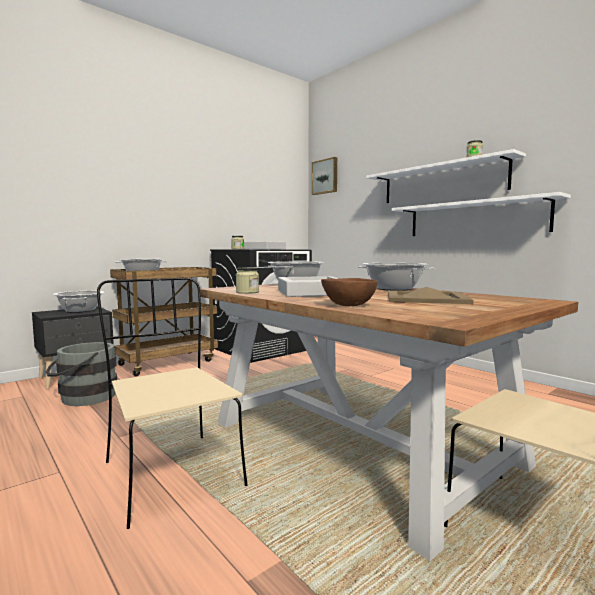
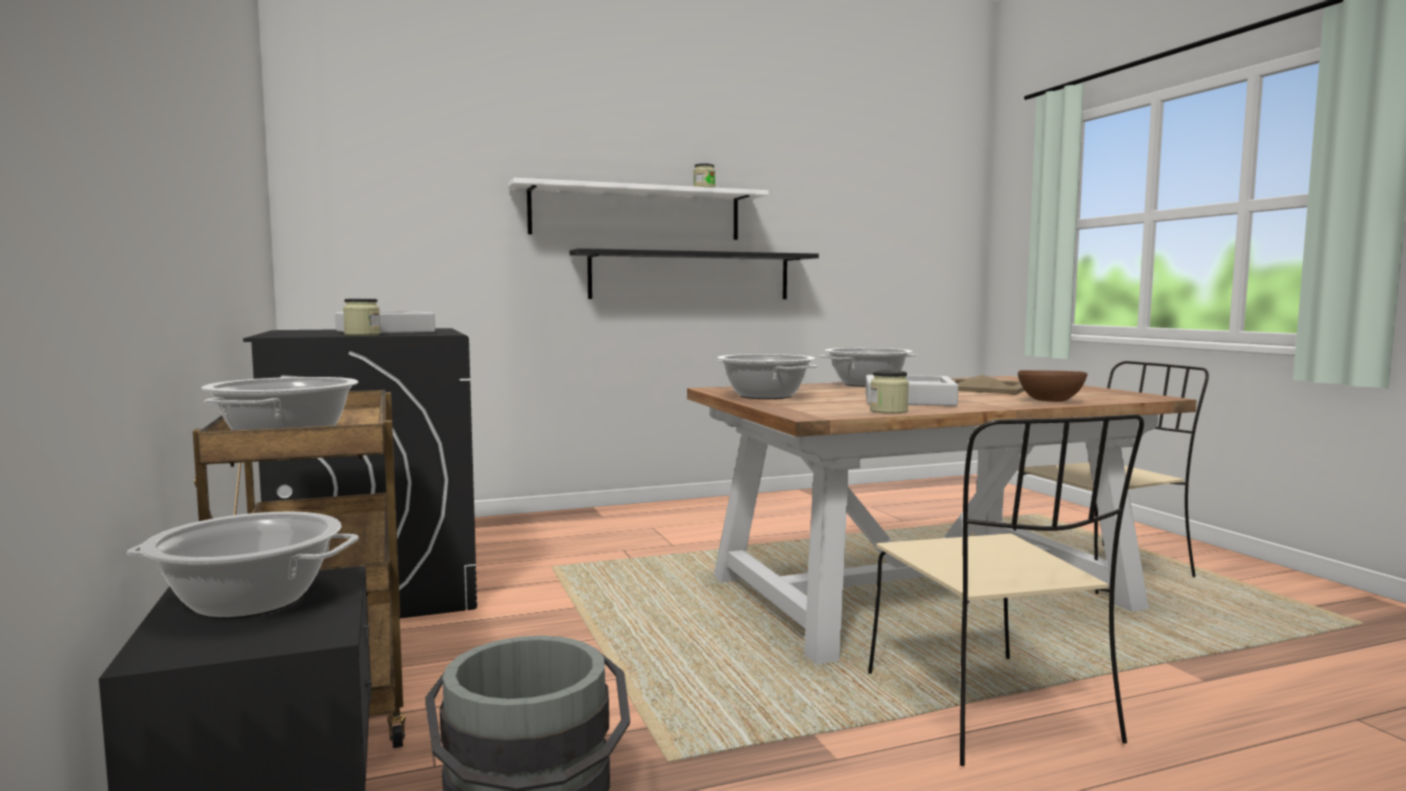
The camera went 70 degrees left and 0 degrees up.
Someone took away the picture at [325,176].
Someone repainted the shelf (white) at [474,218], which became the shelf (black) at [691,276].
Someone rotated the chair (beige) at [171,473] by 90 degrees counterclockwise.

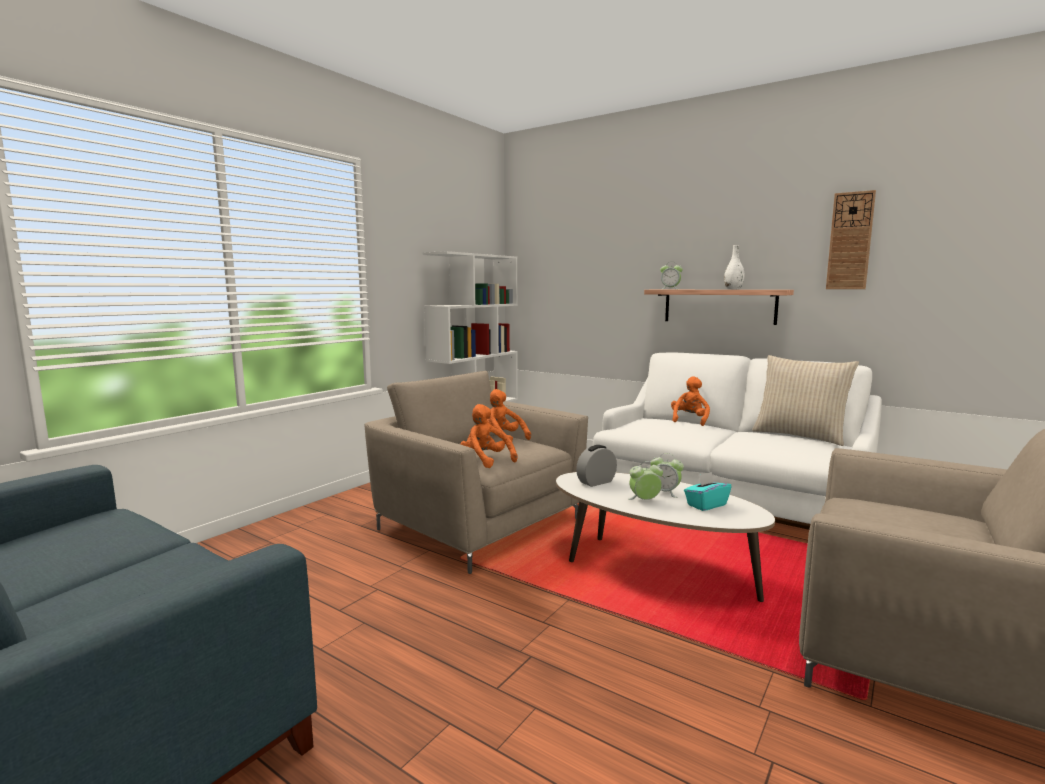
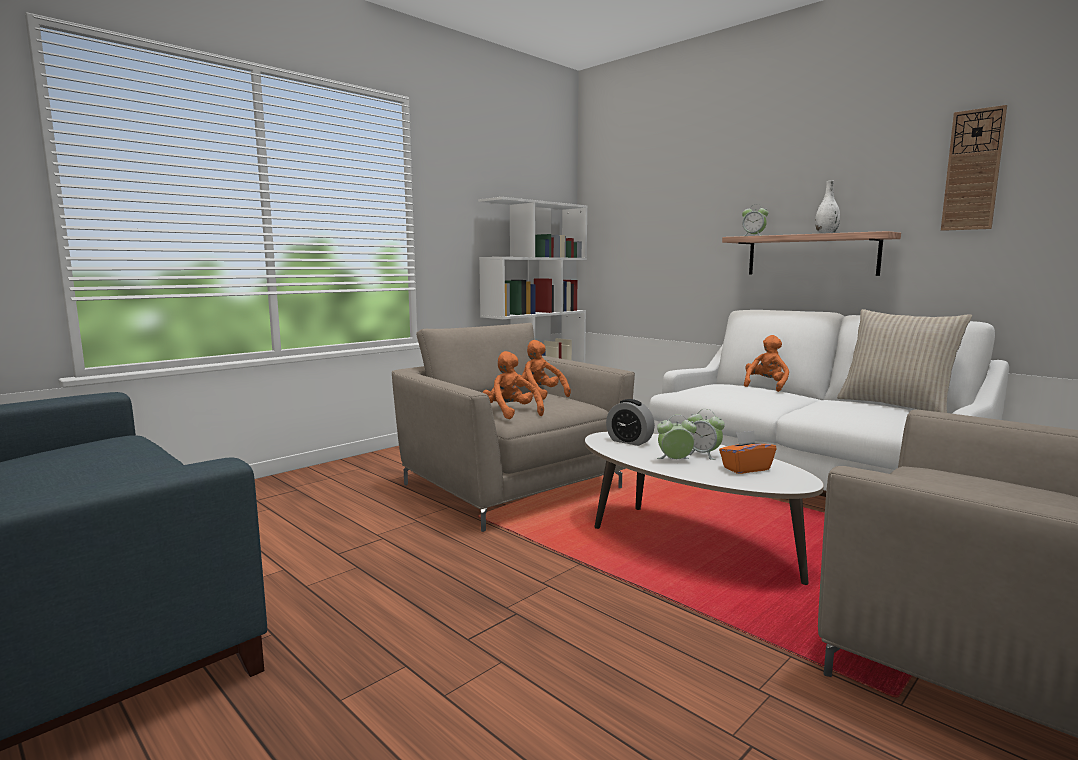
The camera went 10 degrees right and 0 degrees up.
Someone repainted the tissue box (turquoise) at [706,505], which became the tissue box (orange) at [745,468].
Someone rotated the alarm clock at [596,482] by 120 degrees counterclockwise.

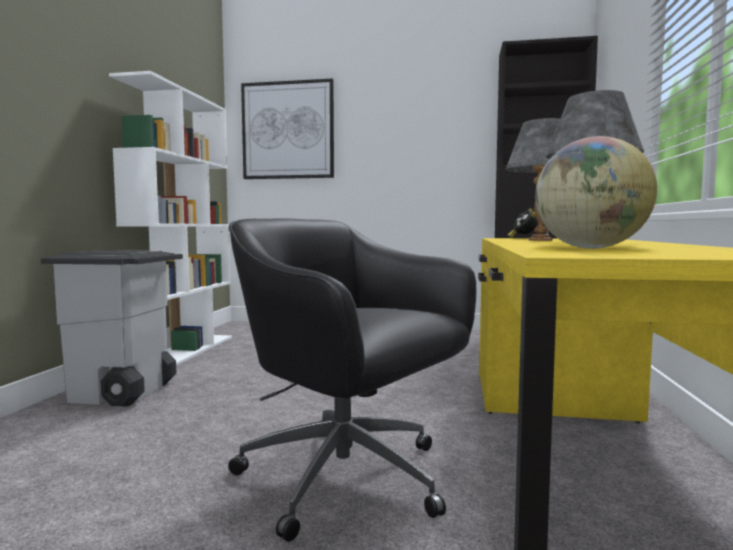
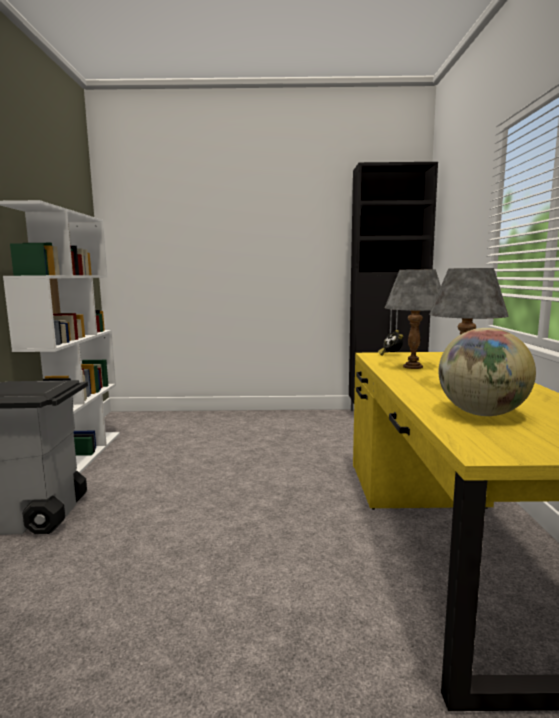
The camera went 10 degrees left and 5 degrees up.
Someone took away the office chair (black) at [349,479].
Someone took away the picture at [288,130].

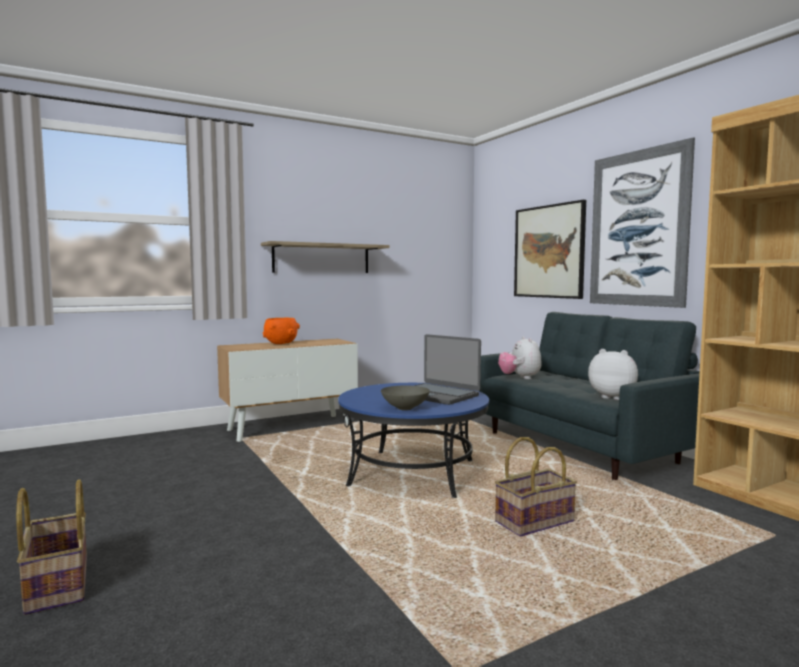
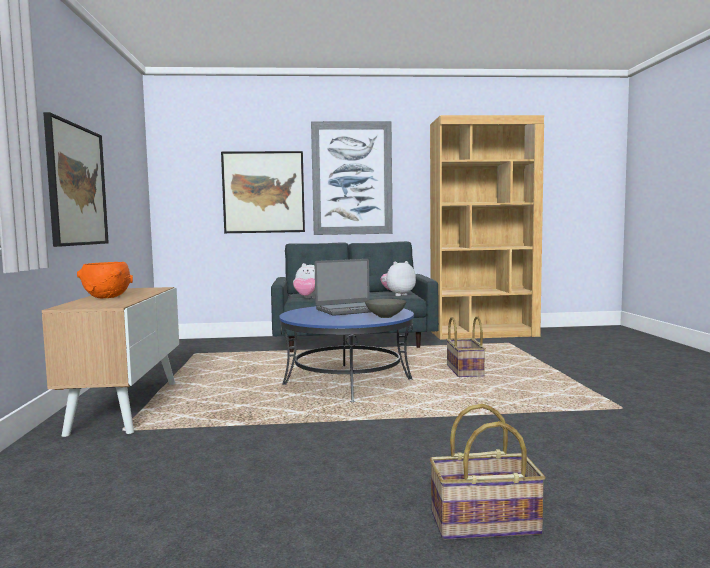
The camera went 65 degrees left and 0 degrees up.
Someone swapped the shelf at [321,258] for the picture at [76,185].

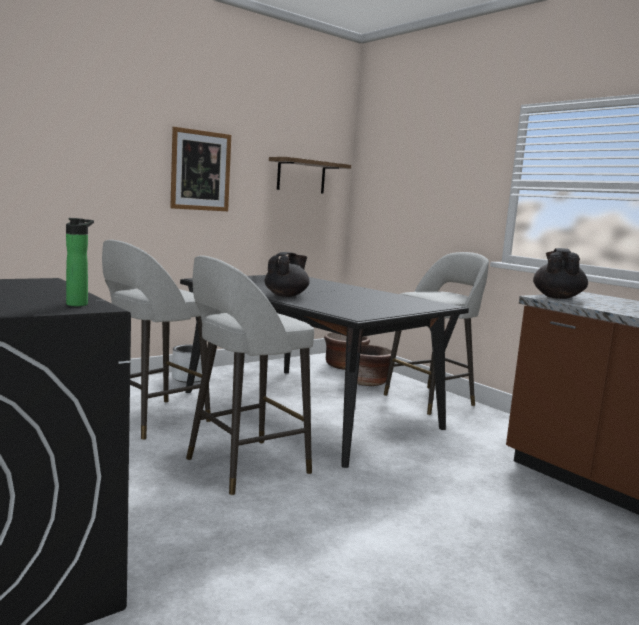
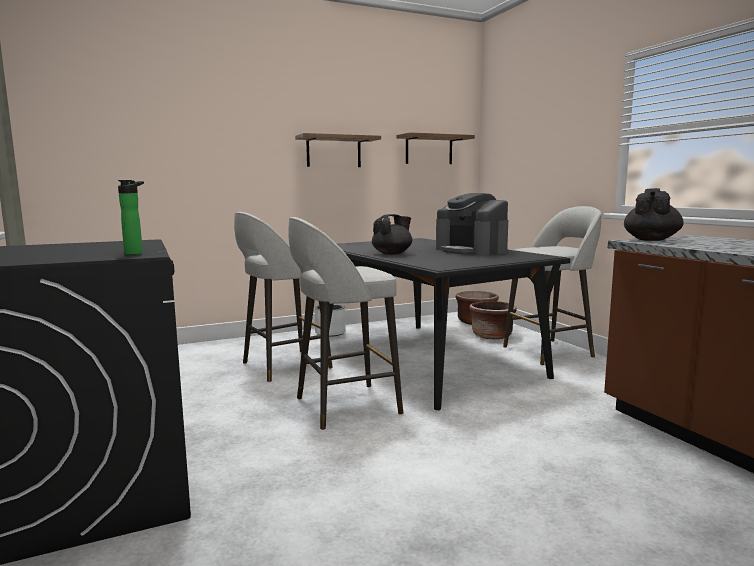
The camera went 15 degrees right and 0 degrees up.
Someone put down the coffee machine at [471,250].
Someone swapped the picture at [200,170] for the shelf at [333,152].

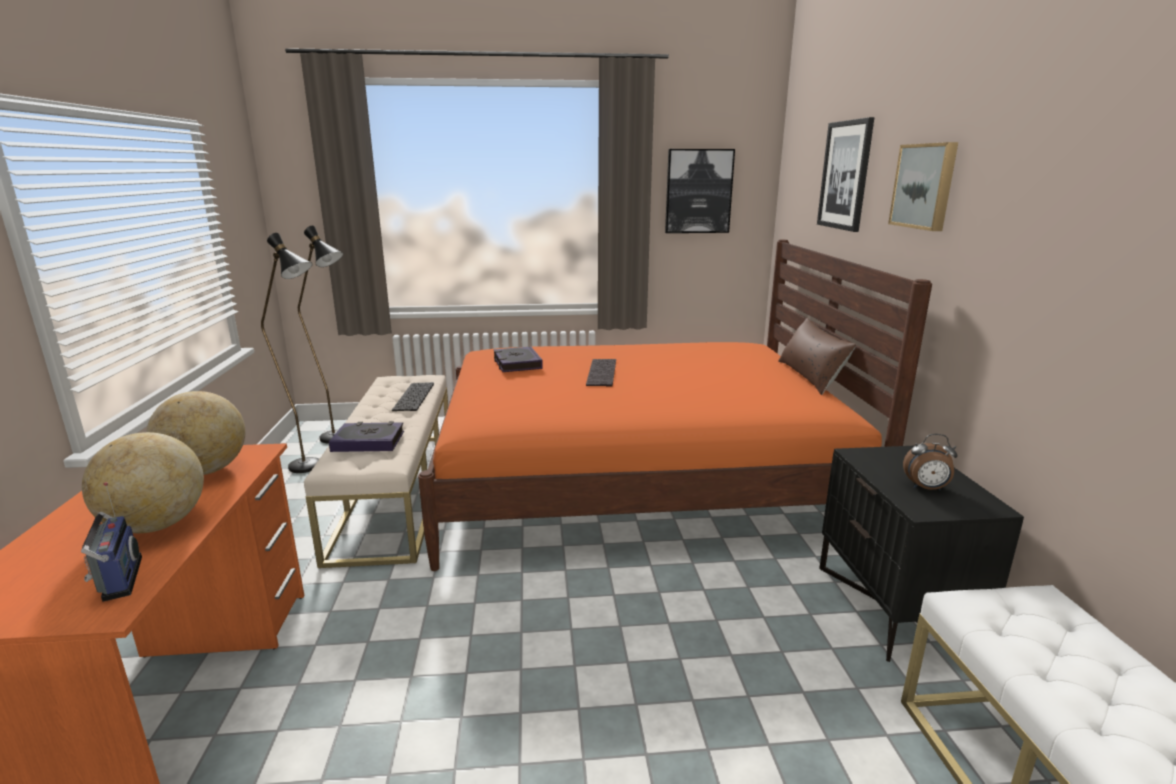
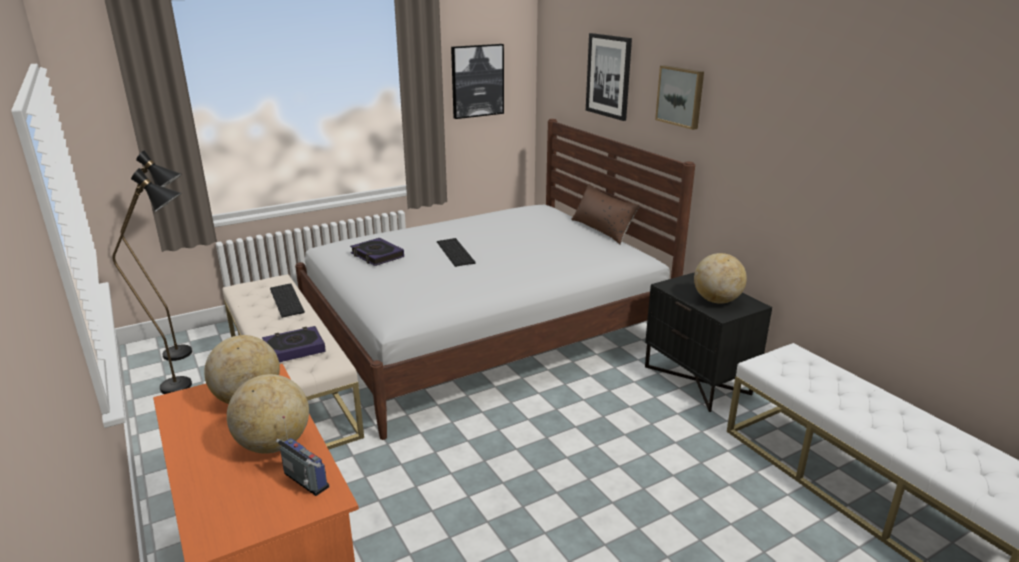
The camera went 25 degrees left and 5 degrees up.
Someone swapped the alarm clock at [926,488] for the globe at [717,300].
Someone repainted the bed (orange) at [635,481], which became the bed (white) at [484,334].

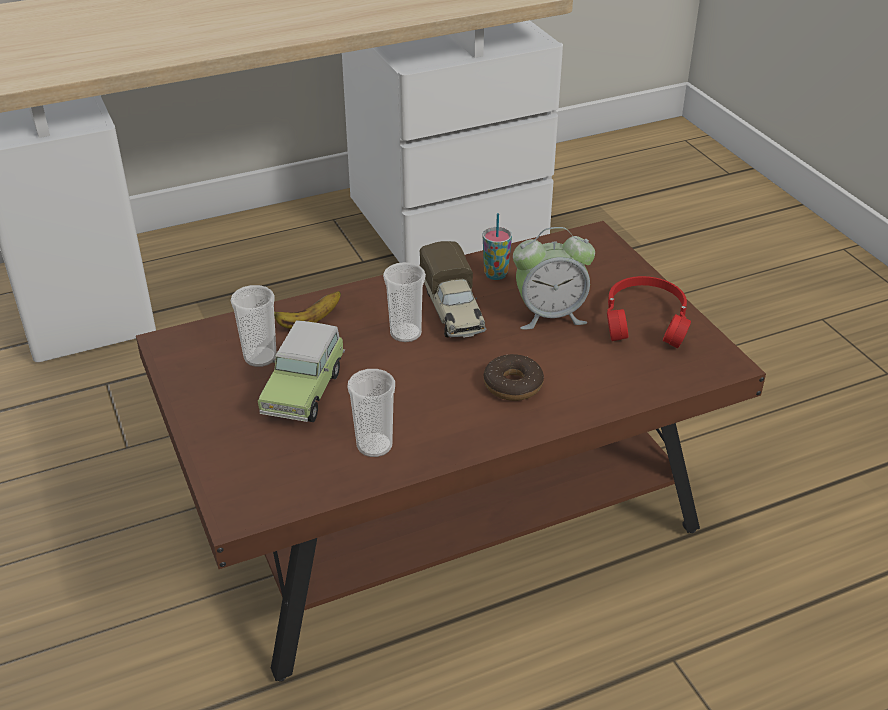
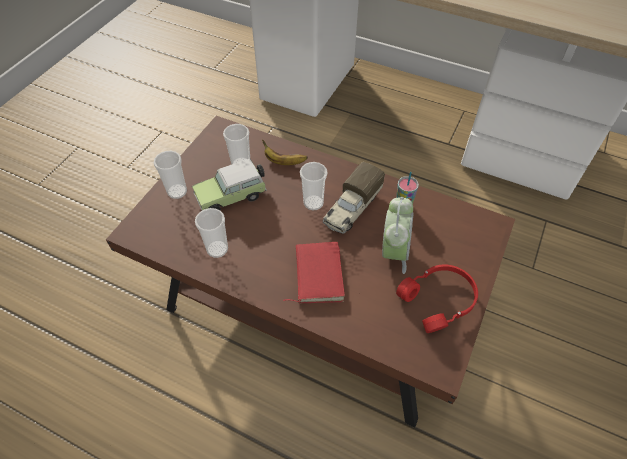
The camera went 50 degrees right and 15 degrees up.
Someone put down the cup at [177,191].
Someone swapped the donut at [513,385] for the book (red) at [316,274].
Someone rotated the alarm clock at [550,315] by 120 degrees counterclockwise.

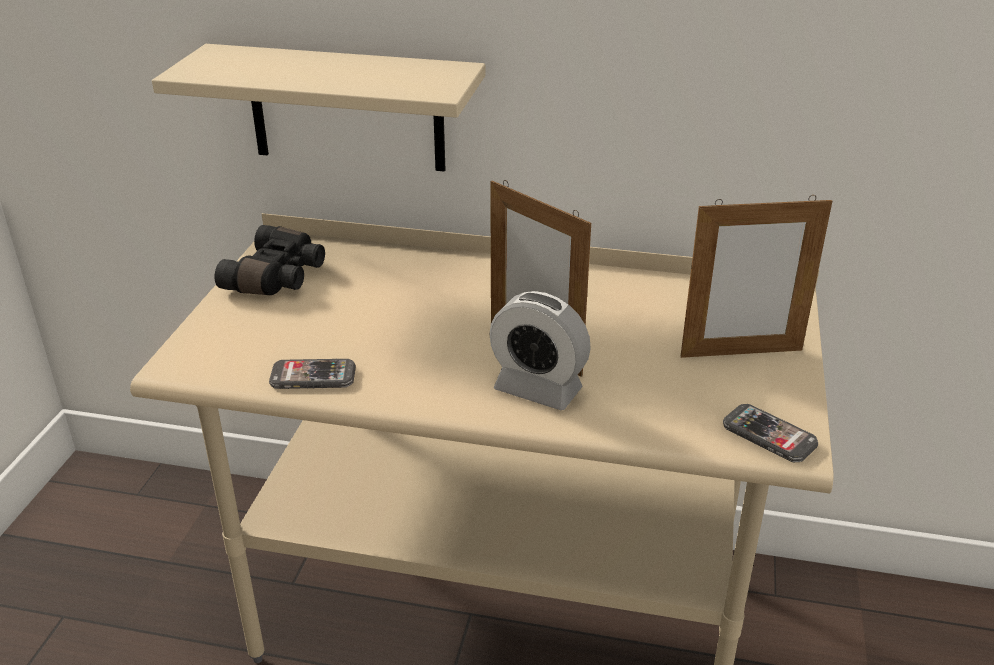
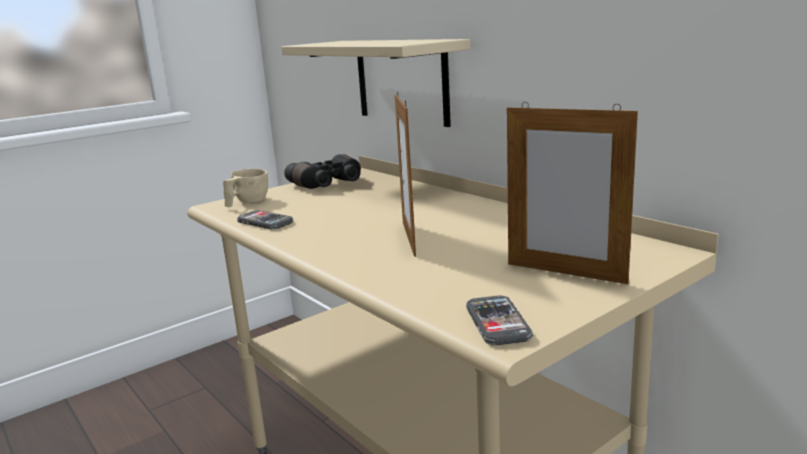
The camera went 40 degrees right and 15 degrees down.
Someone took away the alarm clock at [538,389].
Someone put down the cup (beige) at [246,202].

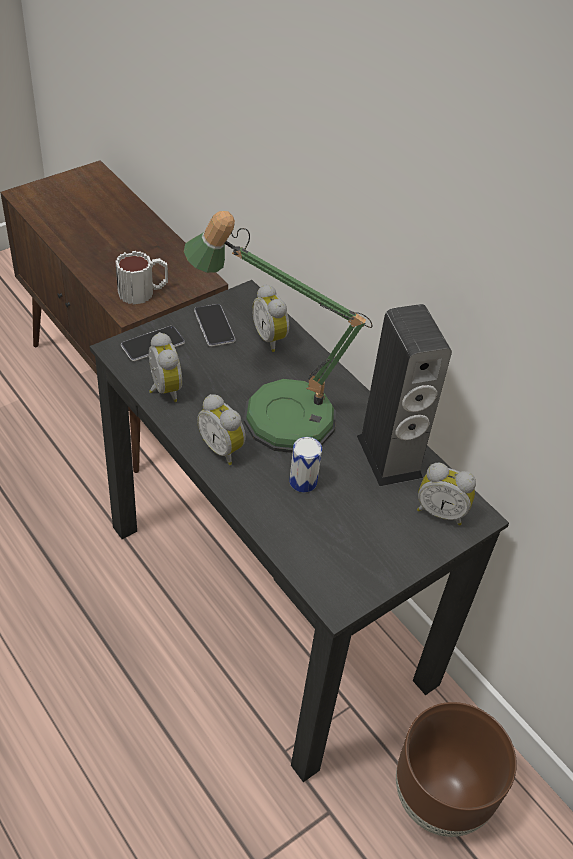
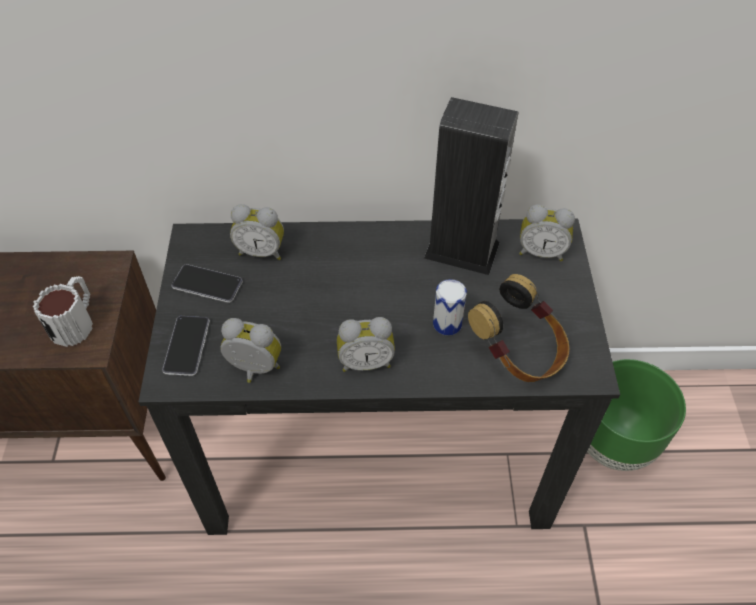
The camera went 50 degrees left and 5 degrees up.
Someone took away the table lamp at [274,410].
Someone put down the headphones at [518,352].
Someone repainted the planter (brown) at [438,799], which became the planter (green) at [614,444].
Someone rotated the alarm clock at [441,511] by 45 degrees clockwise.

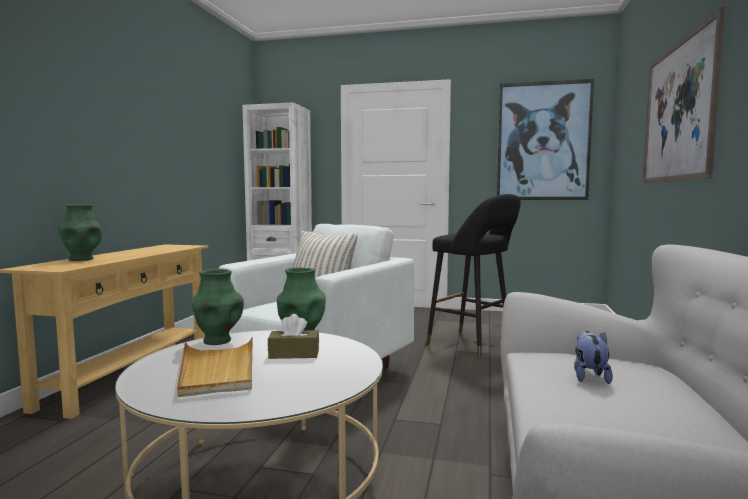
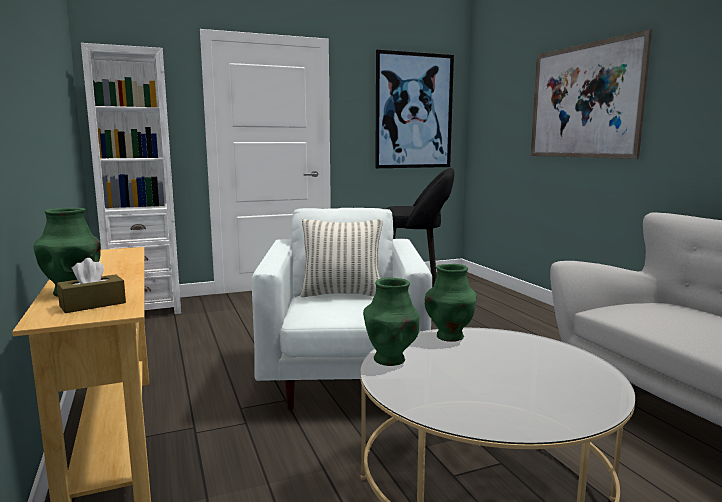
The camera went 35 degrees left and 5 degrees up.
Someone took away the tray (beige) at [217,370].
Someone took away the plush toy at [589,376].
Someone carried the tissue box (brown) from [294,354] to [93,304].

